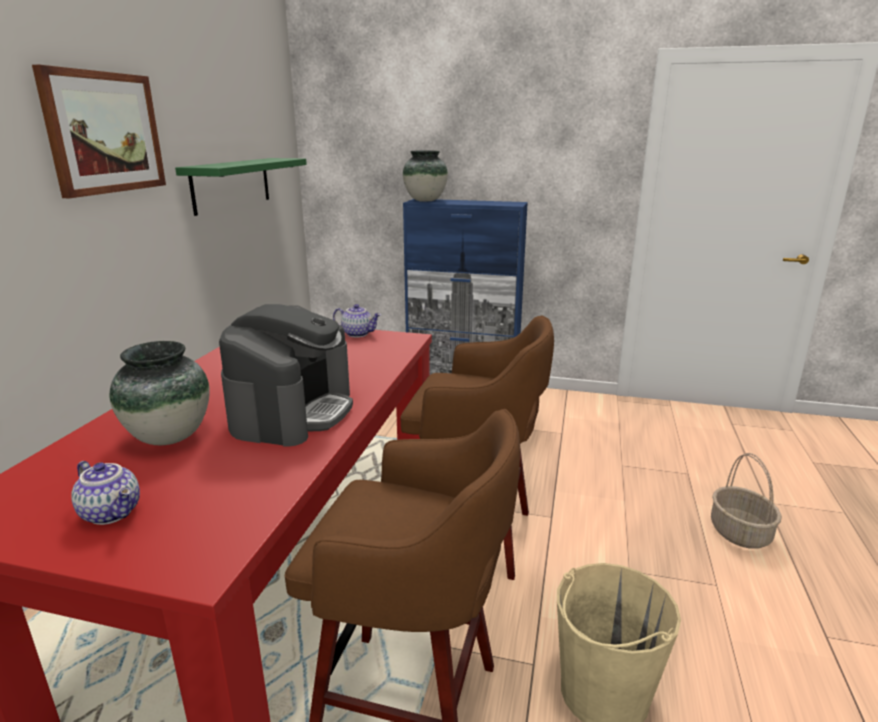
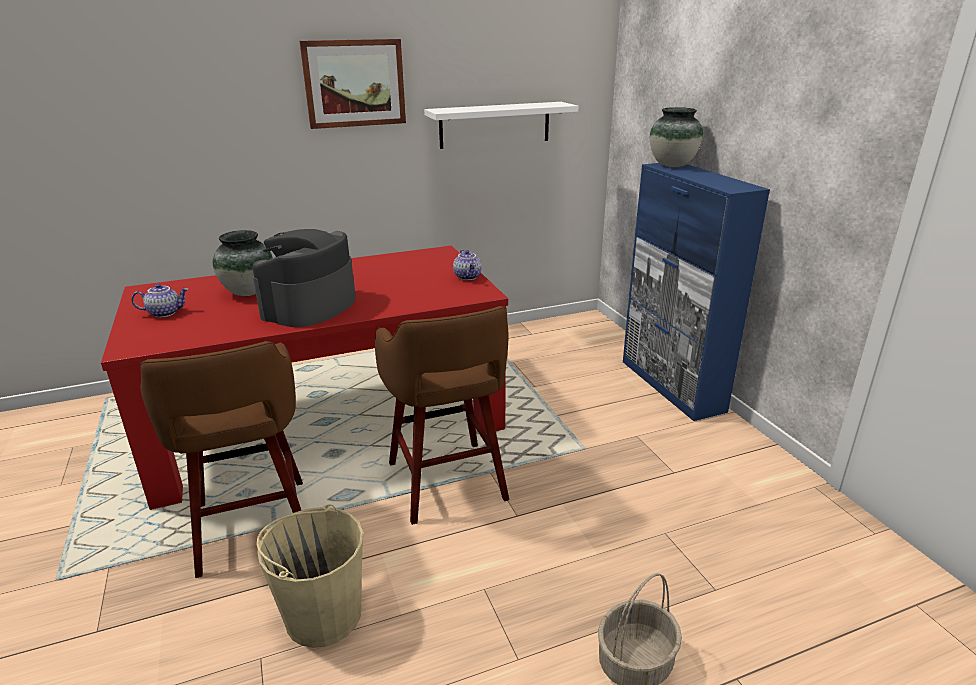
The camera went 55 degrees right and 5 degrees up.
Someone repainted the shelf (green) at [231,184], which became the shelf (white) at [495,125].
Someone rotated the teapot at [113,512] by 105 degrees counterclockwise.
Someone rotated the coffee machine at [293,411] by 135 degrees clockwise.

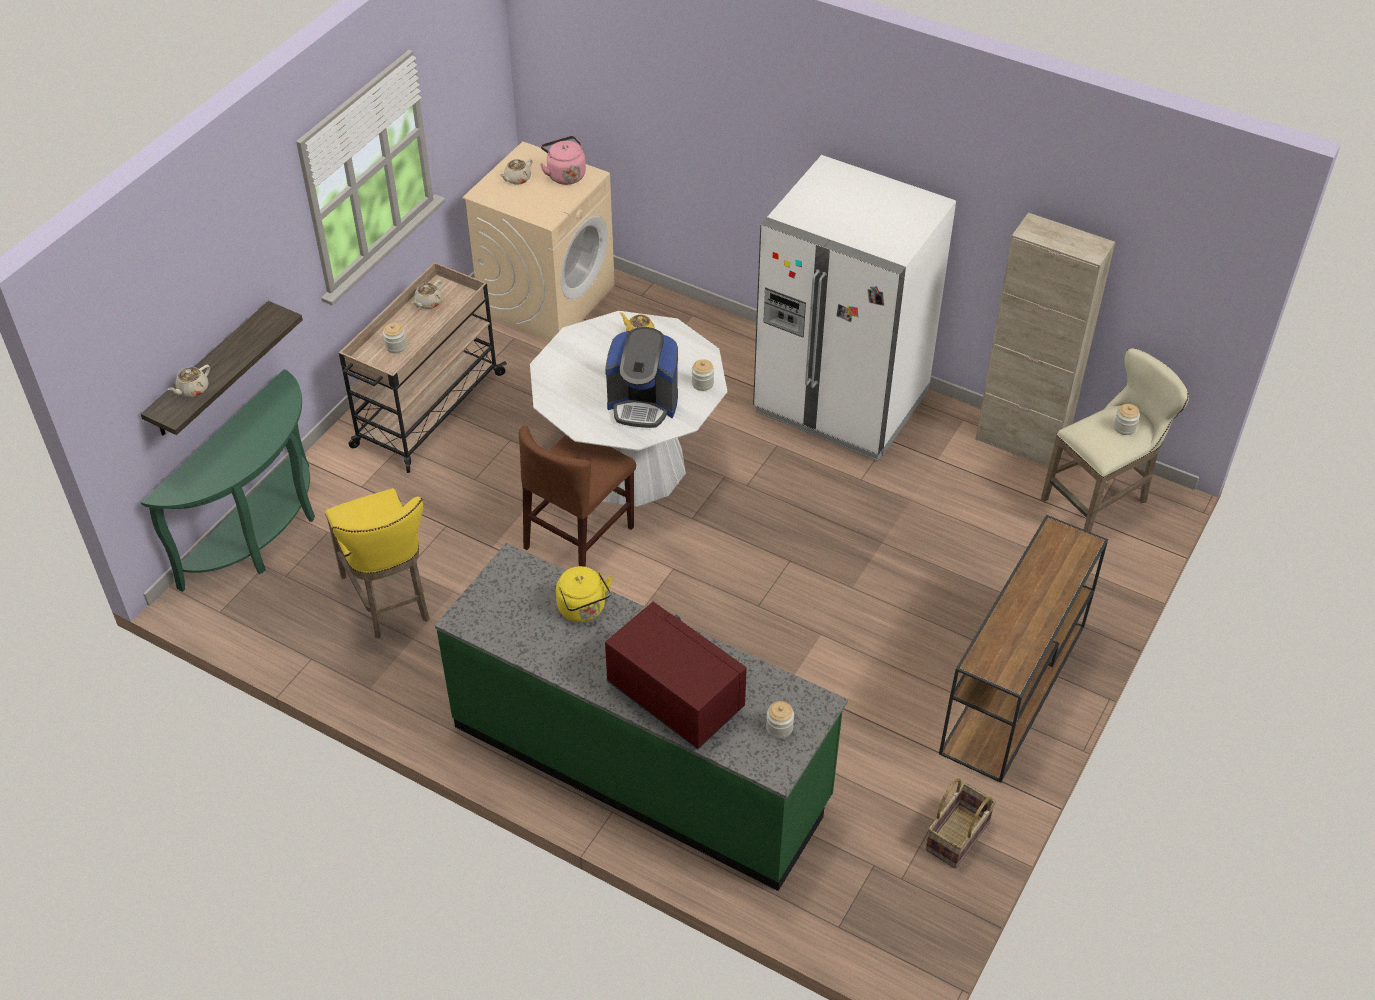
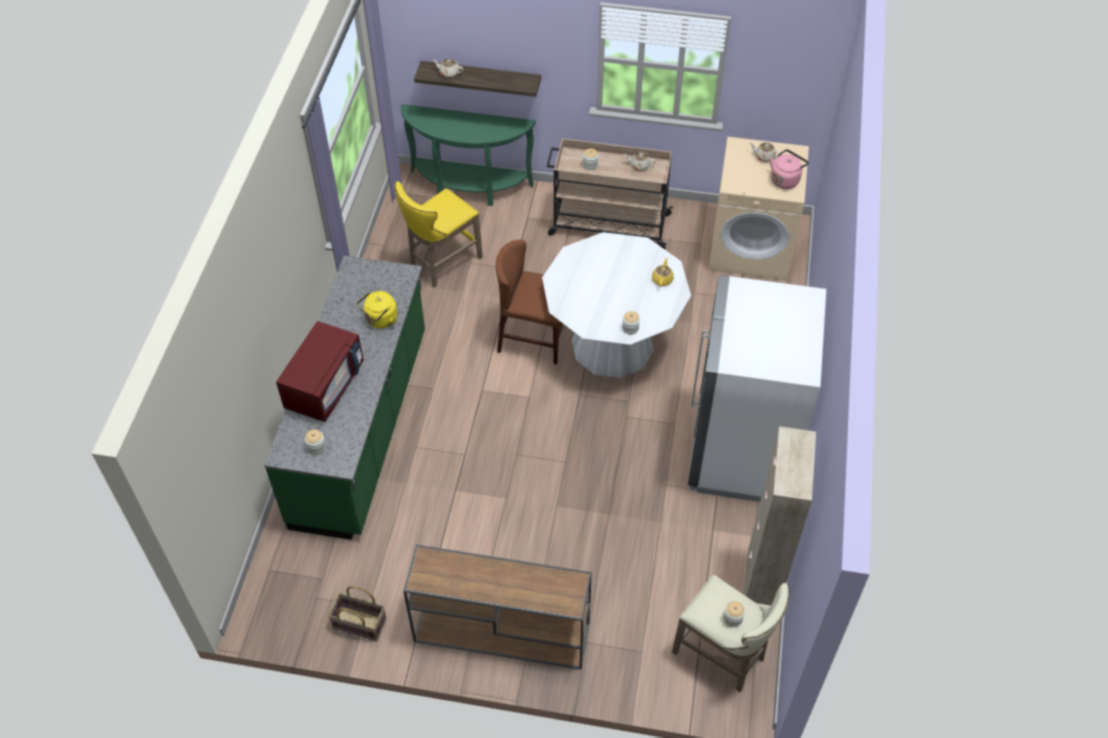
The camera went 70 degrees right and 5 degrees up.
Someone took away the coffee machine at [643,403].

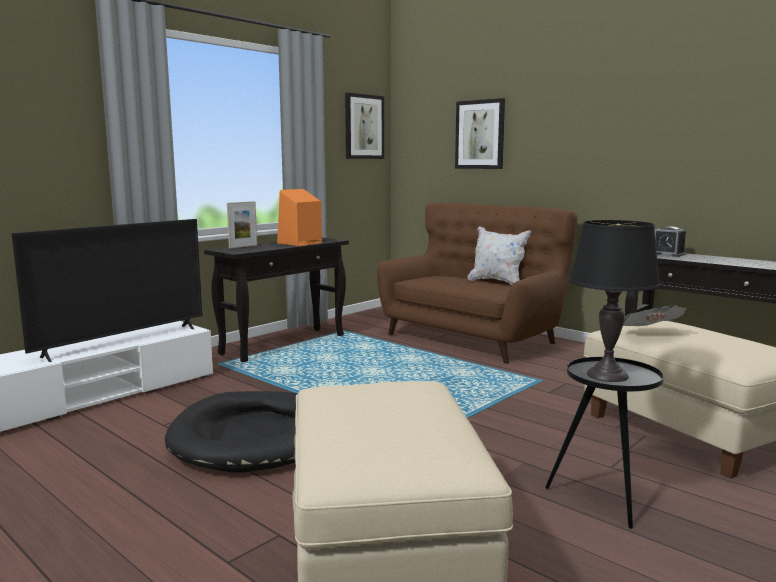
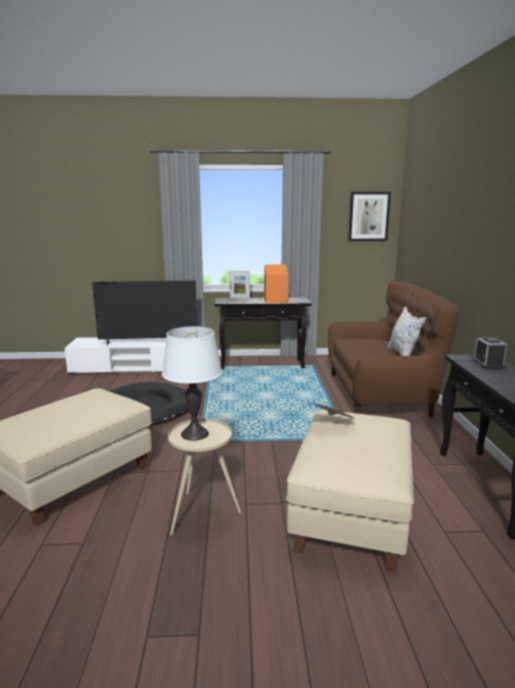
The camera went 45 degrees right and 5 degrees up.
Someone took away the picture at [480,134].
Someone repainted the side table (black) at [605,495], which became the side table (beige) at [203,514].
Someone repainted the table lamp (black) at [607,375], which became the table lamp (white) at [194,434].

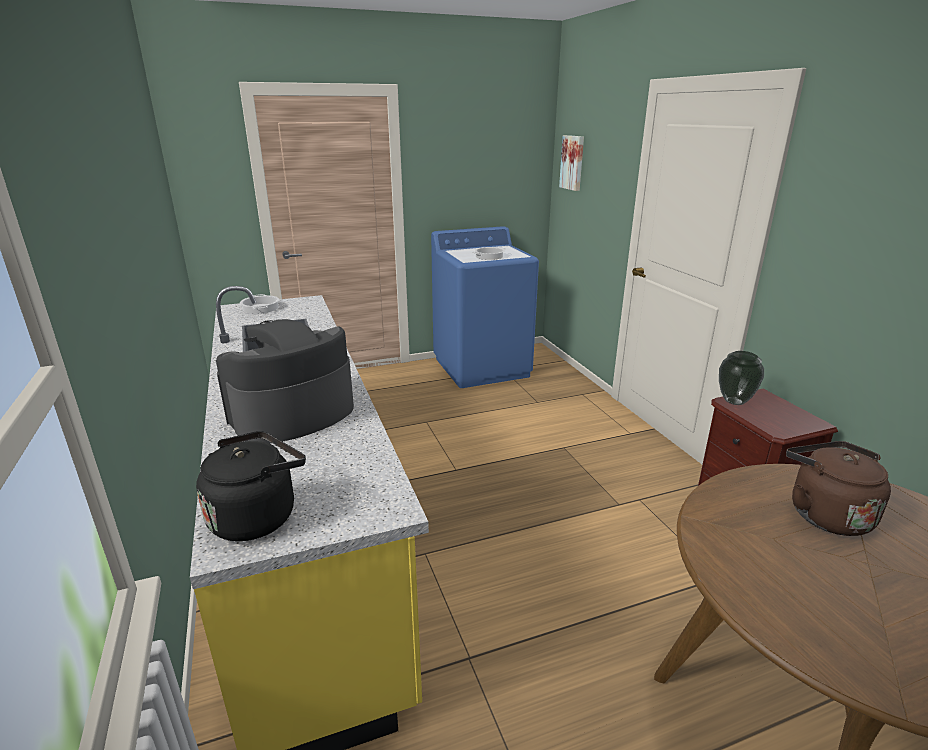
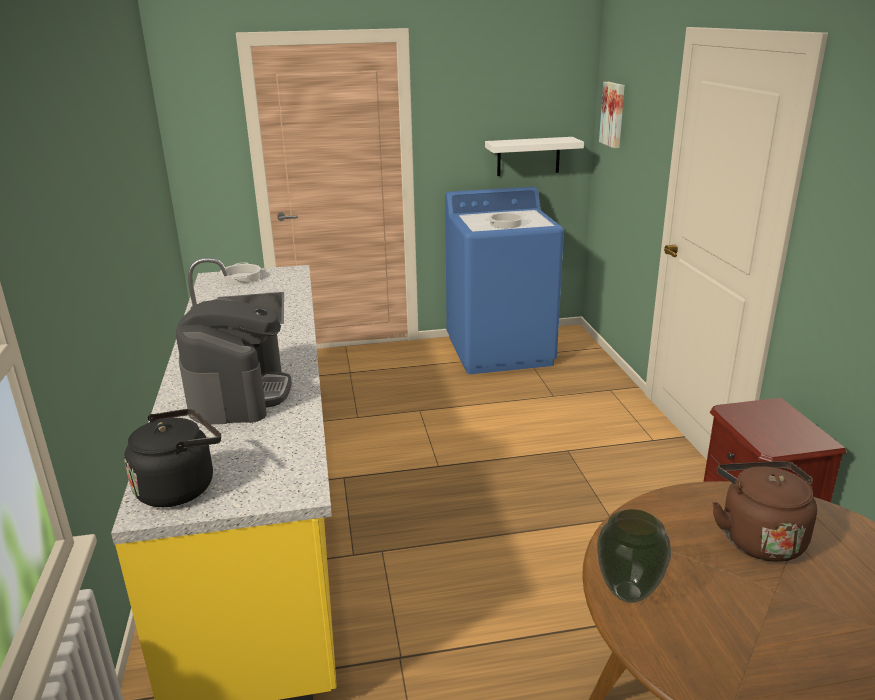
The camera went 10 degrees right and 0 degrees up.
Someone put up the shelf (white) at [528,156].
Someone carried the vase from [734,401] to [629,592].
Someone rotated the coffee machine at [292,414] by 120 degrees clockwise.

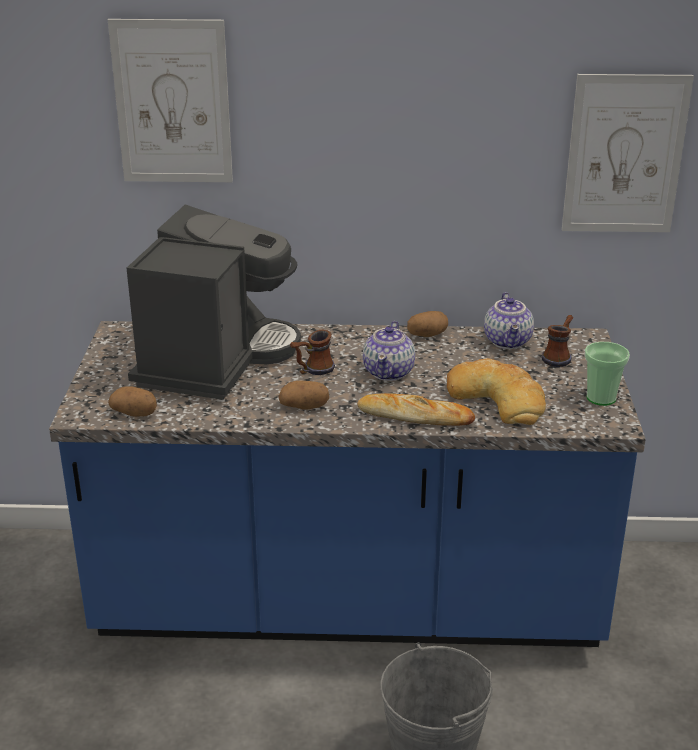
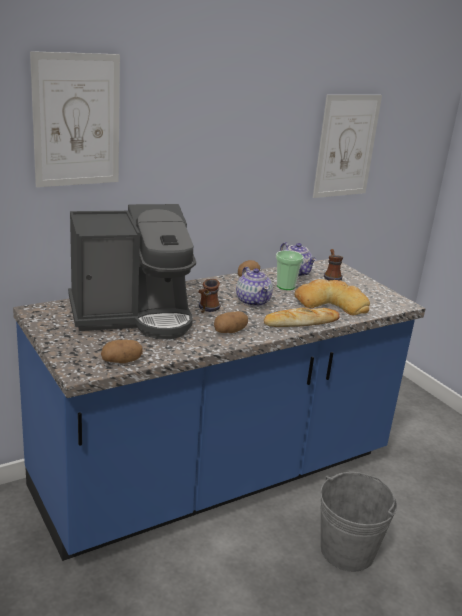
The camera went 35 degrees left and 5 degrees down.
Someone carried the cup from [601,398] to [285,286].
Someone rotated the coffee machine at [214,359] by 90 degrees clockwise.

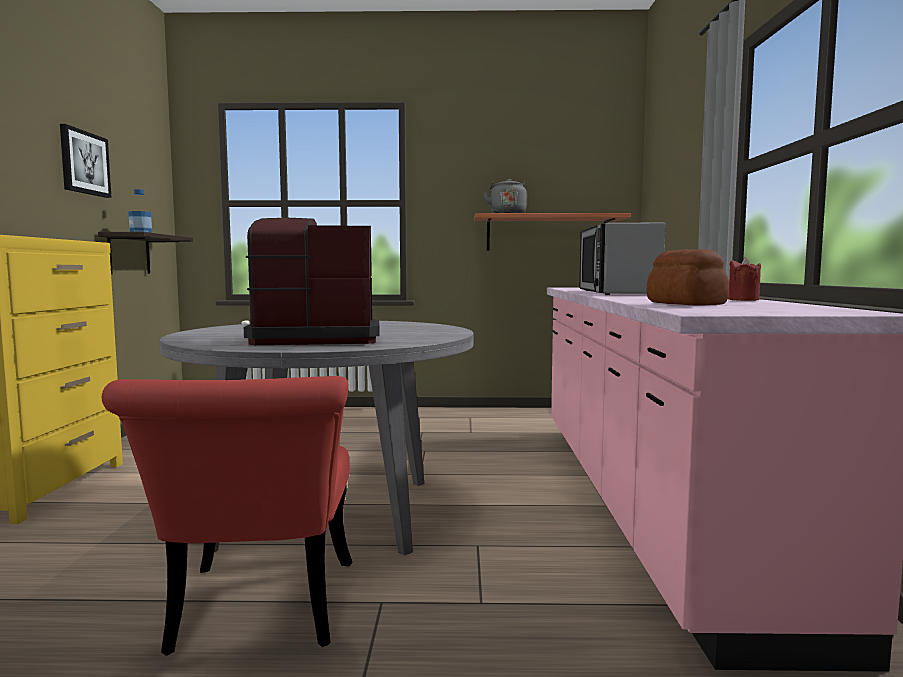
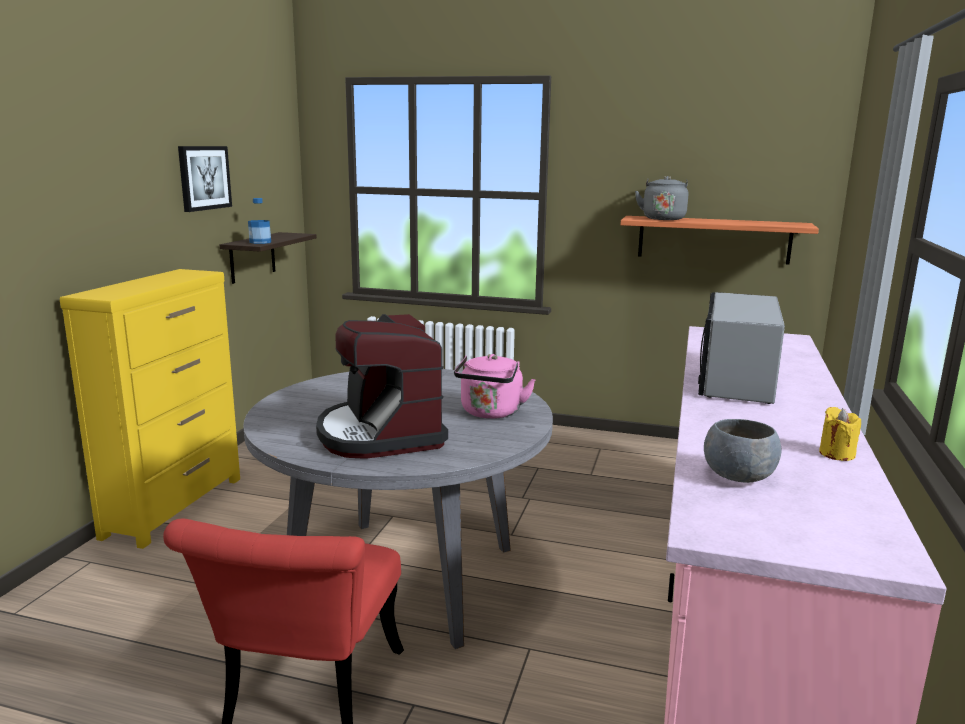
The camera went 15 degrees right and 10 degrees up.
Someone put down the kettle (pink) at [490,413].
Someone swapped the bread at [686,304] for the bowl (grey) at [739,476].
Someone repainted the candle (red) at [743,300], which became the candle (yellow) at [837,454].
Someone rotated the coffee machine at [315,339] by 120 degrees counterclockwise.

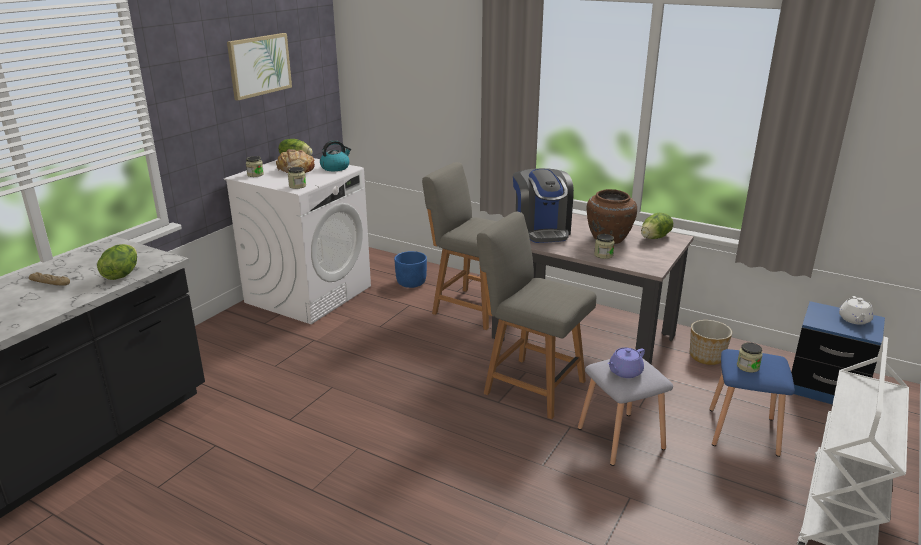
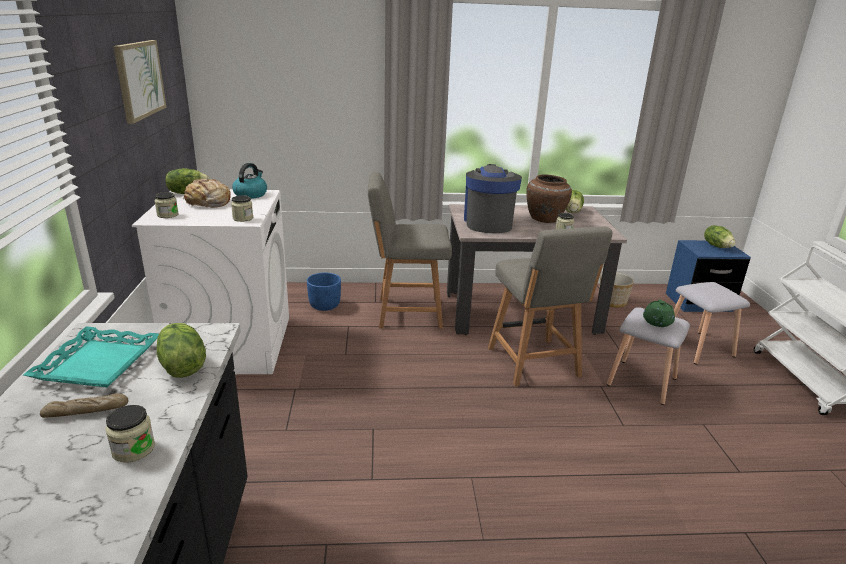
The camera went 35 degrees left and 0 degrees up.
Someone put down the tray (turquoise) at [97,363].
Someone carried the jar from [748,367] to [133,449].
Someone swapped the teapot (white) at [854,320] for the lettuce at [717,246].
Someone repainted the teapot (purple) at [624,372], which became the teapot (green) at [657,322].
Someone repainted the stool (blue) at [744,431], which became the stool (grey) at [698,347].
Someone rotated the chair (grey) at [531,386] by 105 degrees counterclockwise.
Someone rotated the coffee machine at [541,231] by 135 degrees counterclockwise.

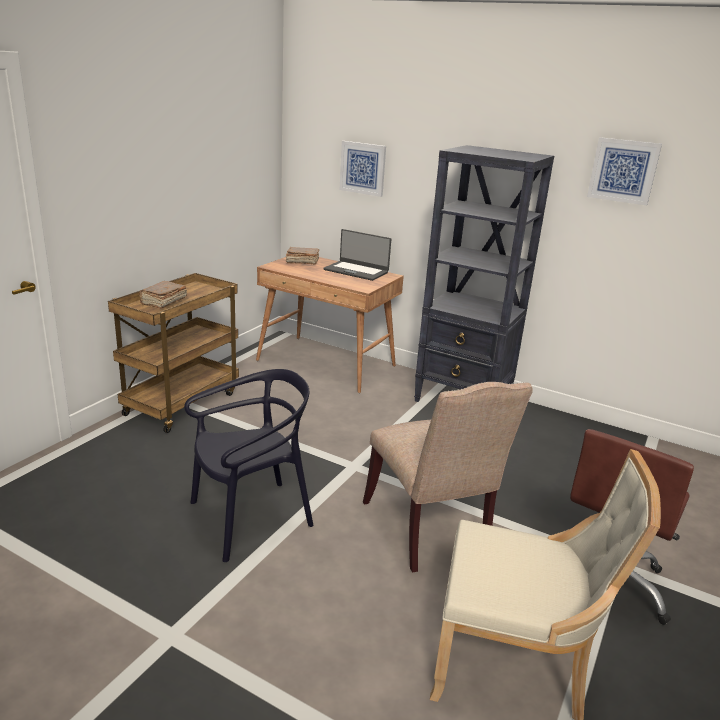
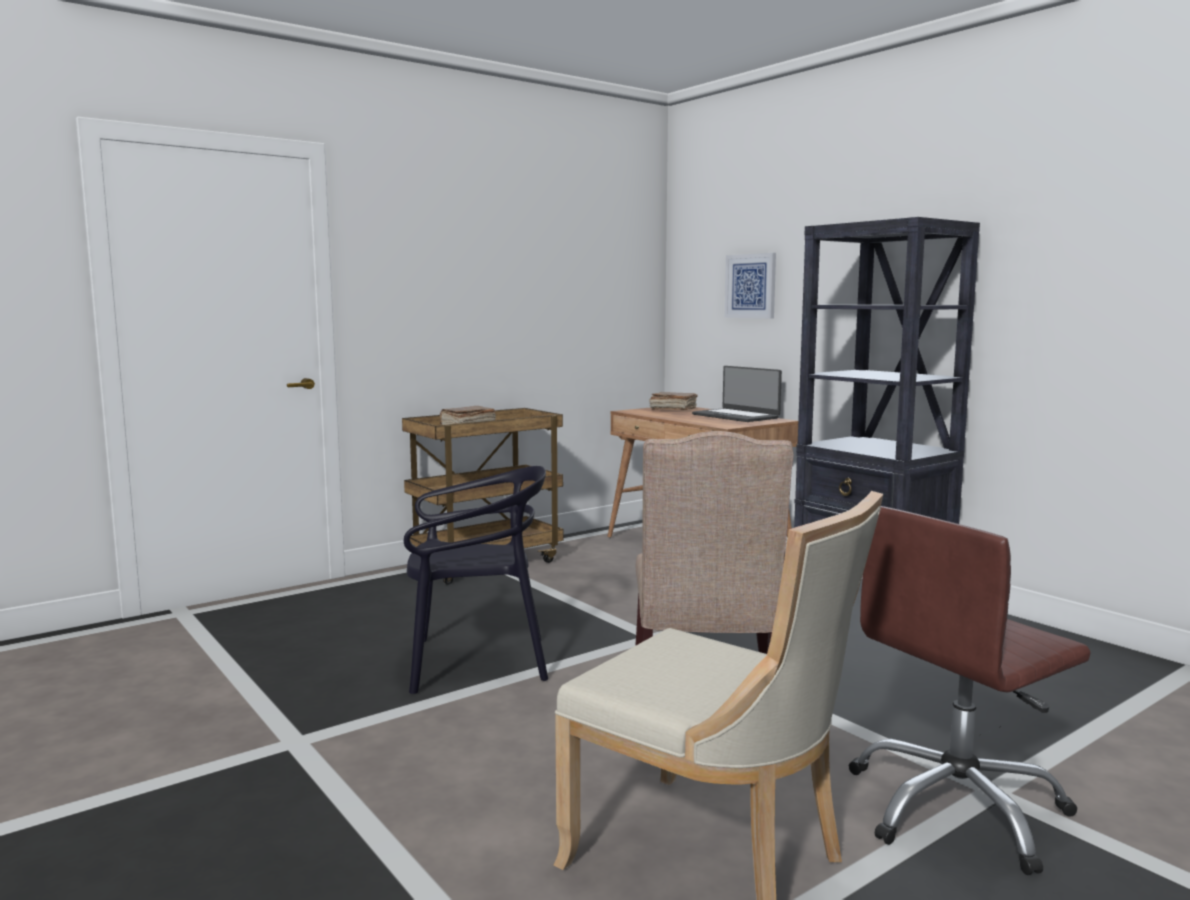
The camera went 25 degrees right and 15 degrees down.
Someone took away the picture at [623,171].

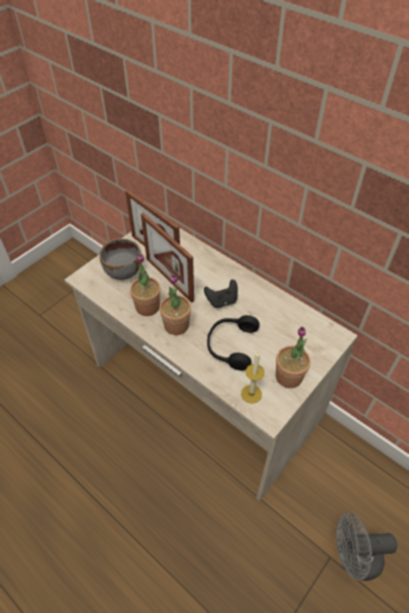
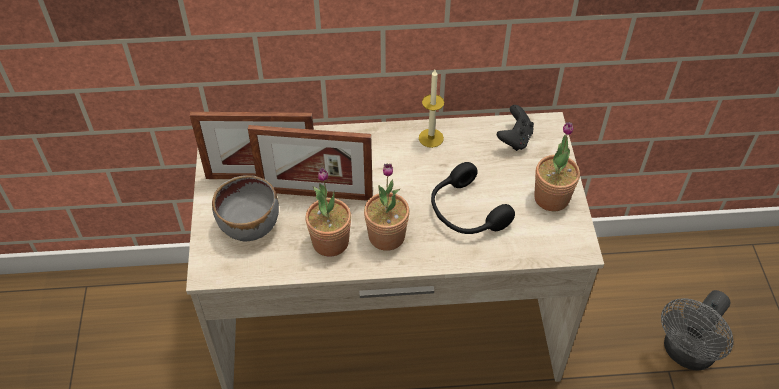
The camera went 45 degrees left and 0 degrees up.
Someone carried the game controller (black) from [222,301] to [515,139].
Someone carried the candle from [251,394] to [431,138].

